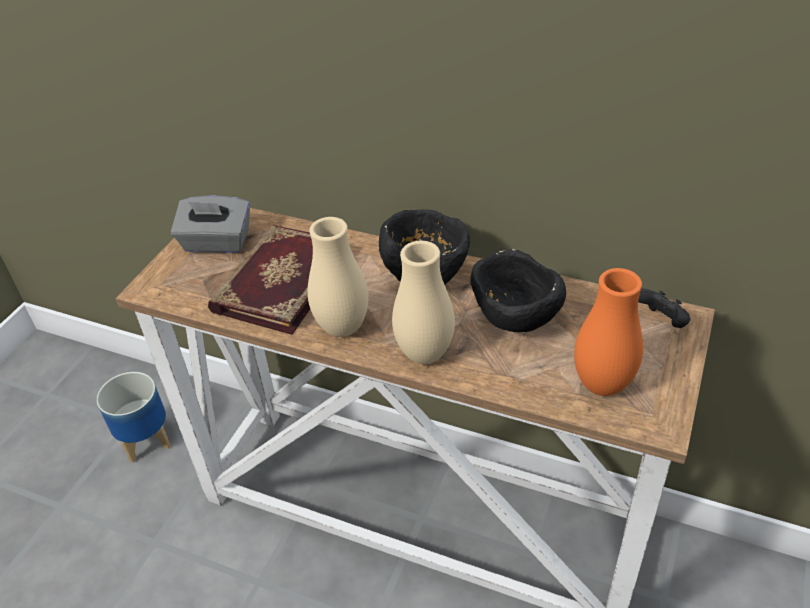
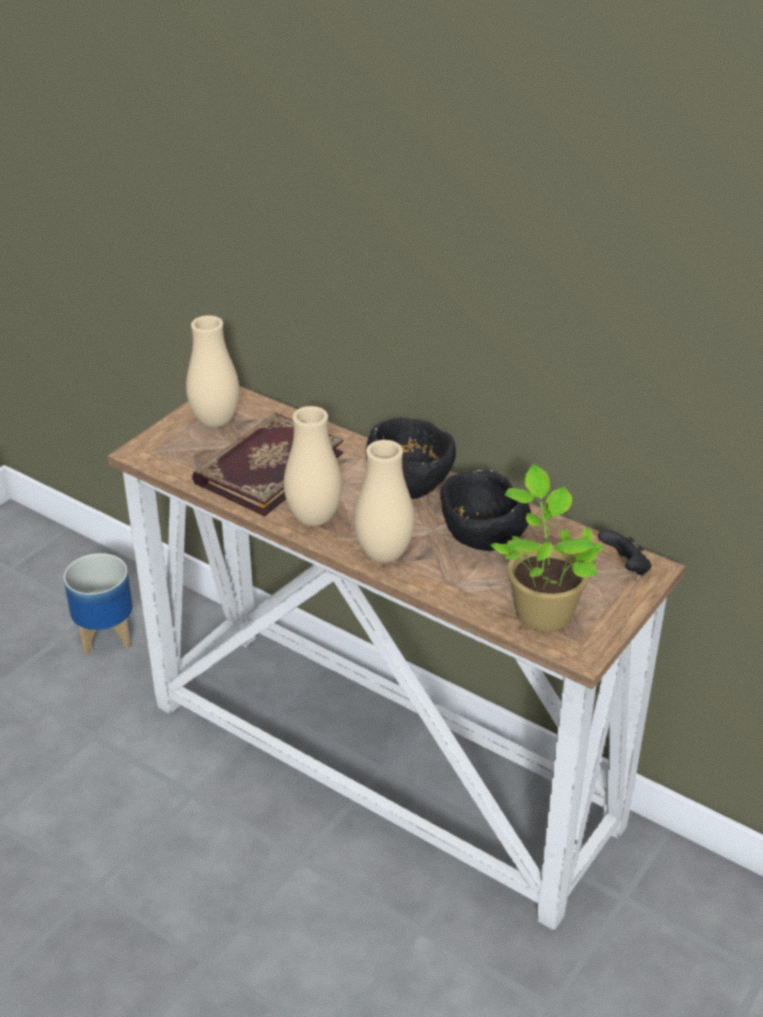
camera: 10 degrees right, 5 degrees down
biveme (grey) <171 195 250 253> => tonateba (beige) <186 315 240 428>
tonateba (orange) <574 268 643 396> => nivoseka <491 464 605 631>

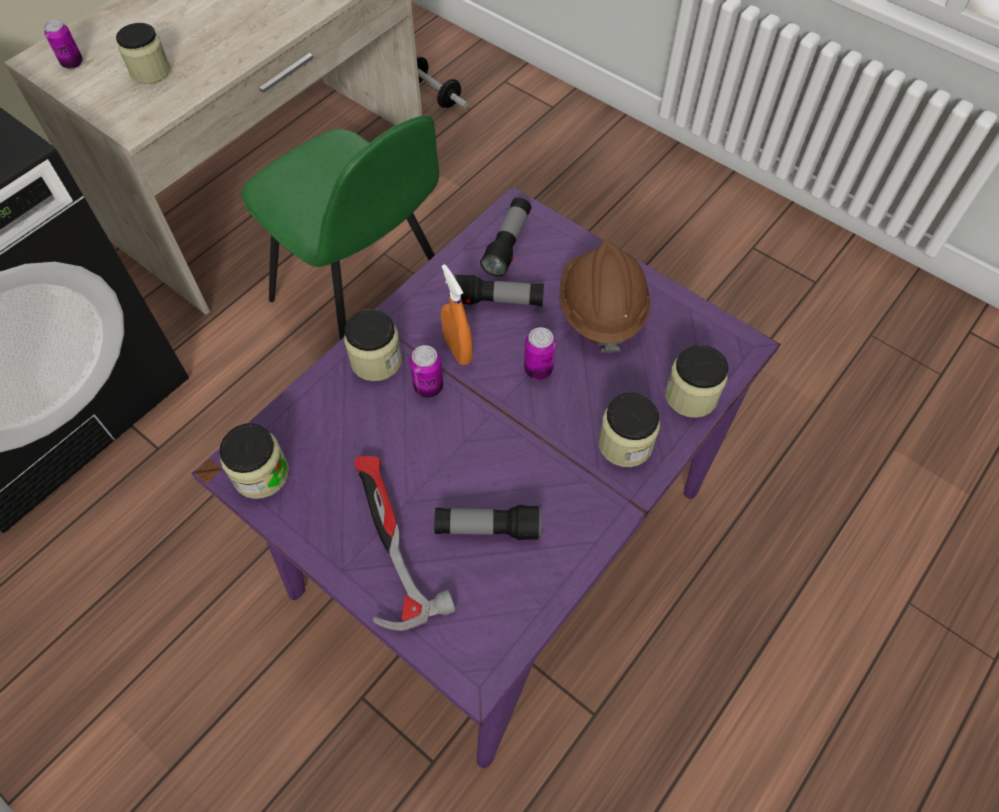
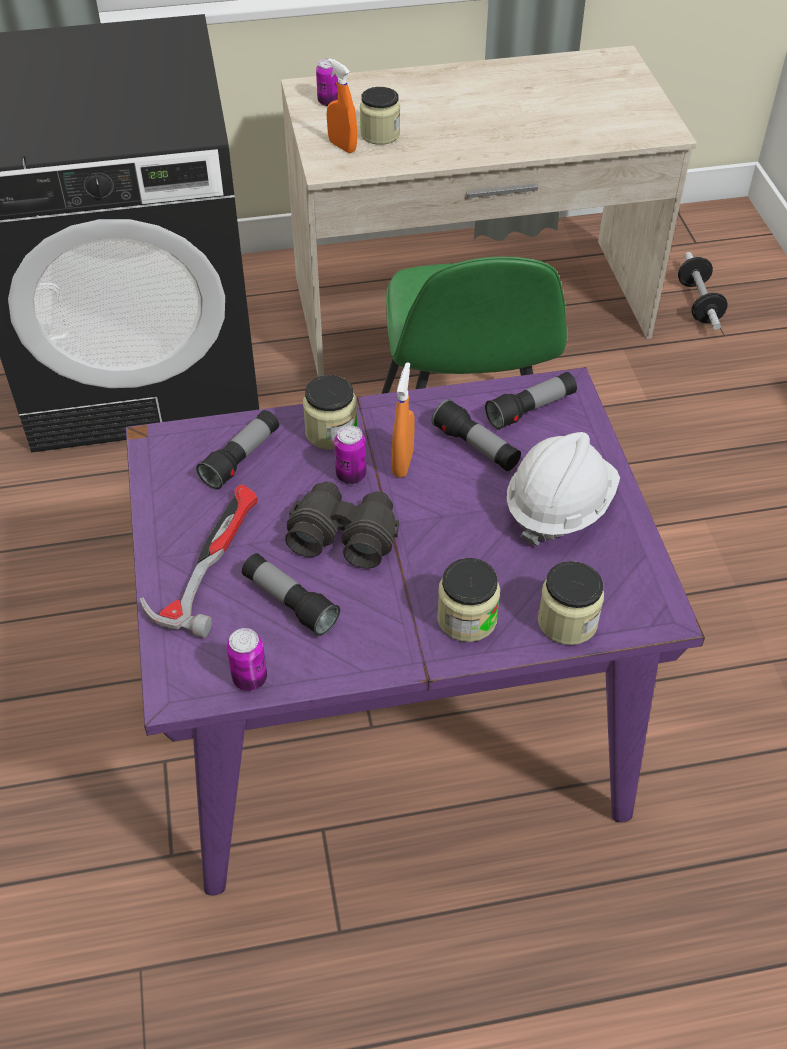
camera: 40 degrees right, 10 degrees down
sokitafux <220 423 289 499> => nothing
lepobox <524 327 556 380> => lepobox <227 628 267 691>, shifted
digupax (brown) <559 241 650 353> => digupax (white) <507 432 620 546>
nothing => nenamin <196 410 279 490>
nothing => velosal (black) <285 481 399 569>
nothing => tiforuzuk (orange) <327 58 357 153>

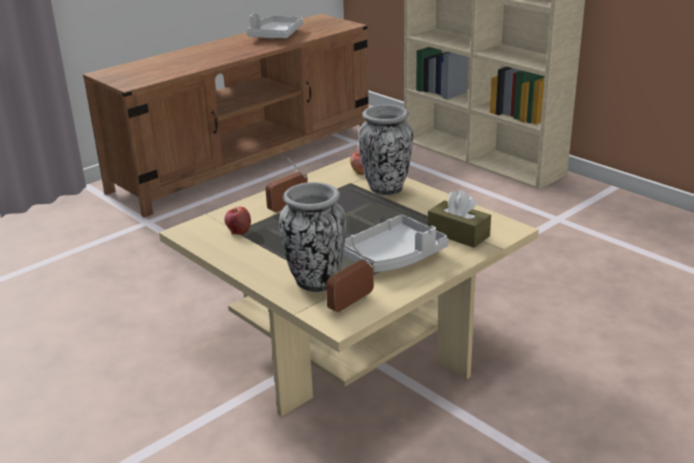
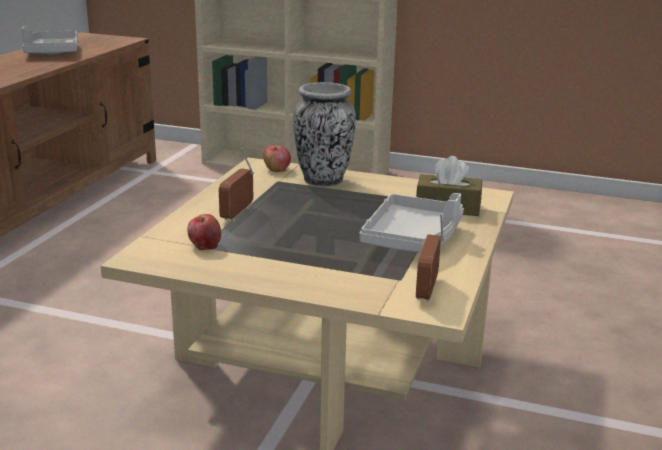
camera: 30 degrees left, 5 degrees down
tonateba <279 182 346 292> => nothing

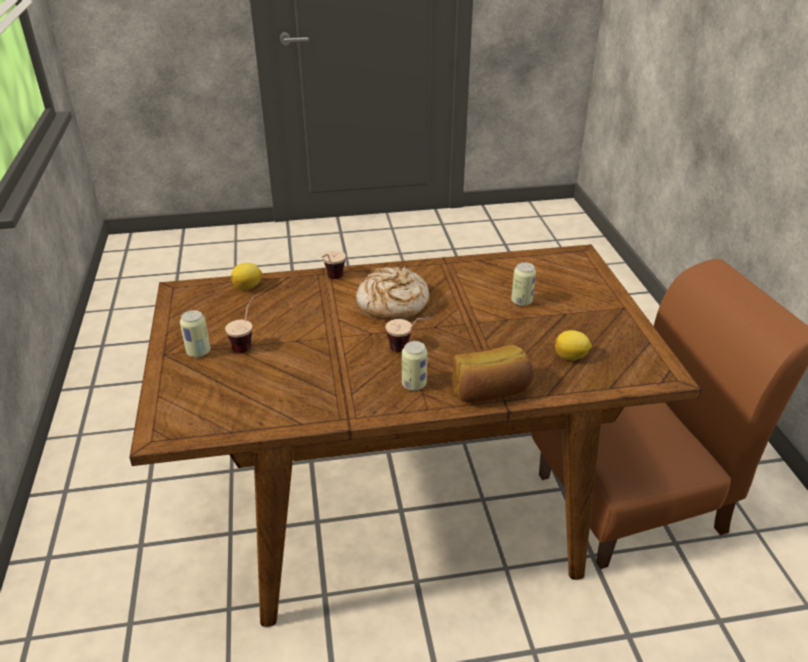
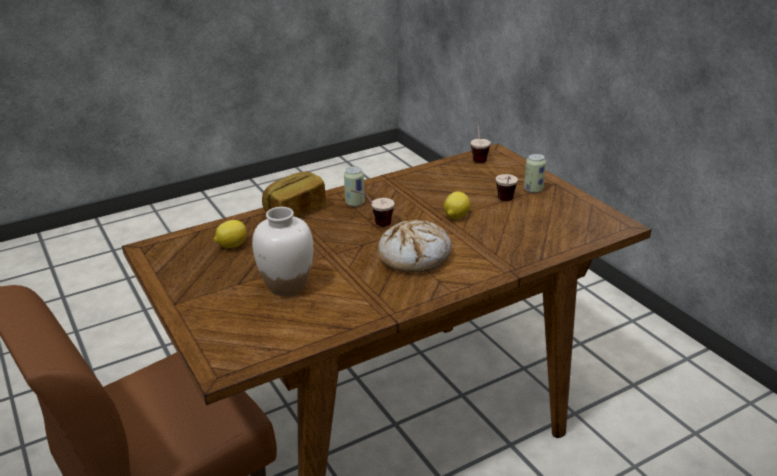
camera: 160 degrees right, 5 degrees down
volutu <231 263 262 290> => volutu <444 192 470 219>, shifted
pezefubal <321 250 346 279> => pezefubal <471 119 491 163>, shifted
lepobox <511 262 536 306> => tonateba (white) <252 207 313 296>

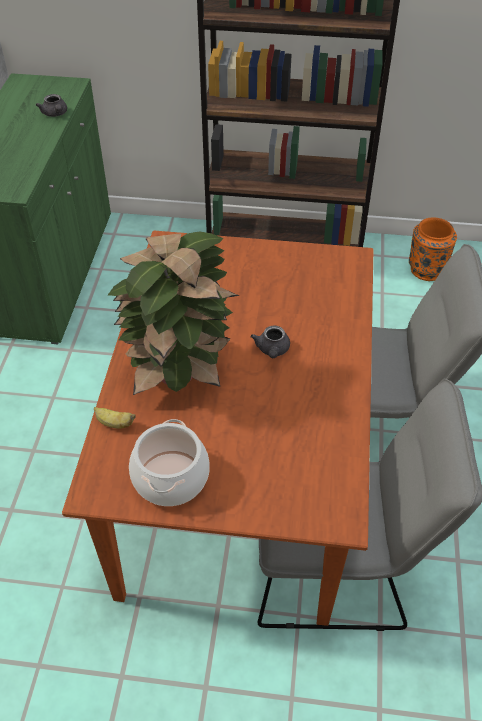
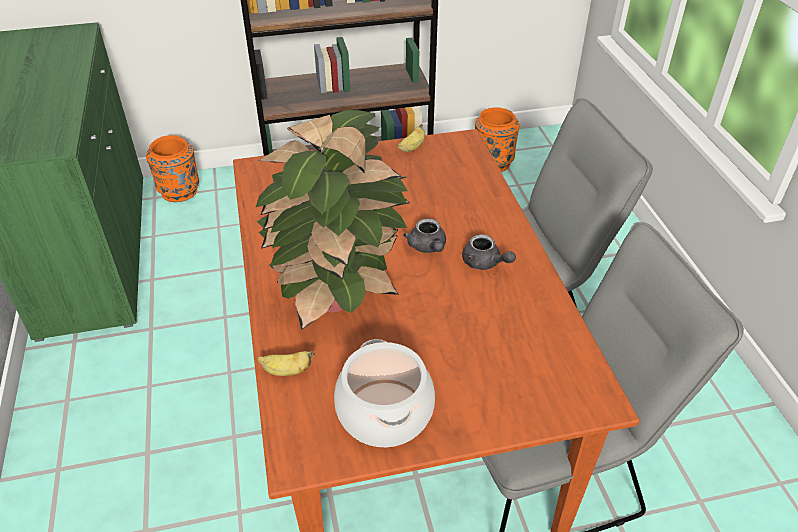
camera: 20 degrees left, 5 degrees down
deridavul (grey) <36 94 67 117> => deridavul (grey) <462 234 516 270>, shifted
nothing => tonateba (orange) <146 135 199 202>
nothing => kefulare <397 124 426 152>

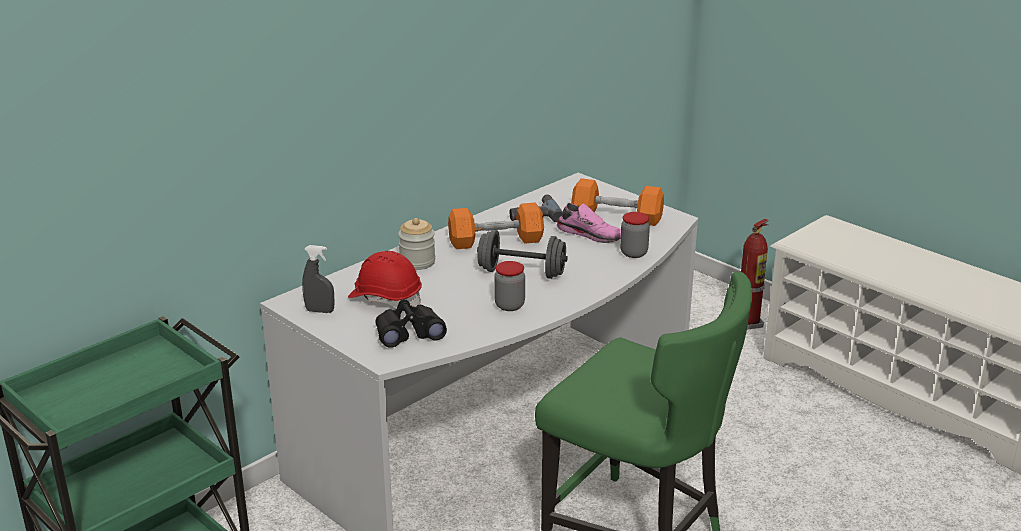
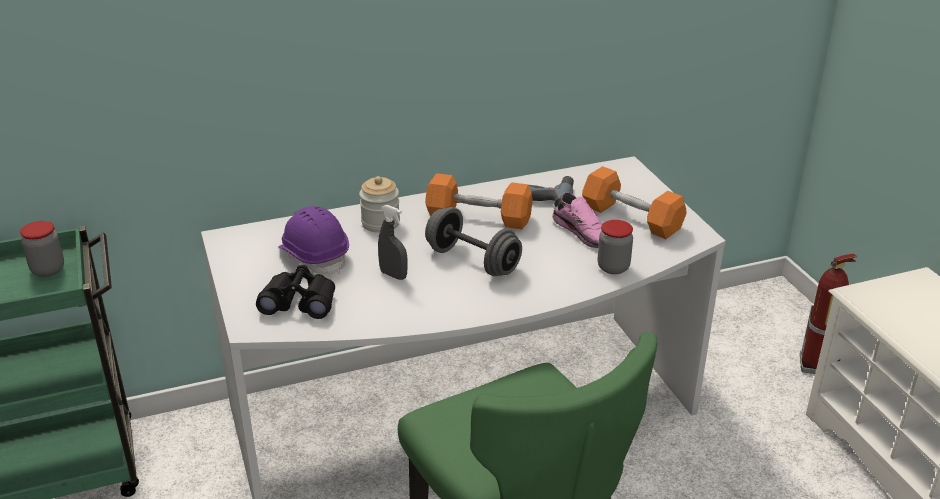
camera: 25 degrees right, 5 degrees up
tiforuzuk (grey) <302 245 334 313> => tiforuzuk (grey) <378 204 408 280>, shifted
digupax (red) <348 251 422 307> => digupax (purple) <278 206 349 275>
sokitafux <494 261 525 311> => sokitafux <20 221 64 277>, shifted

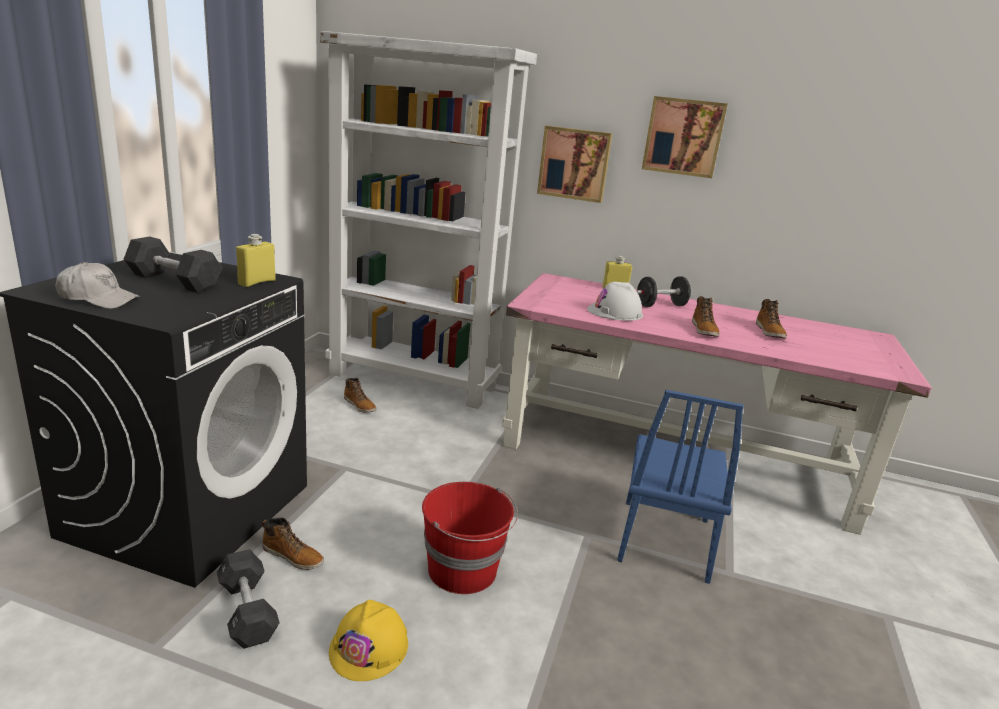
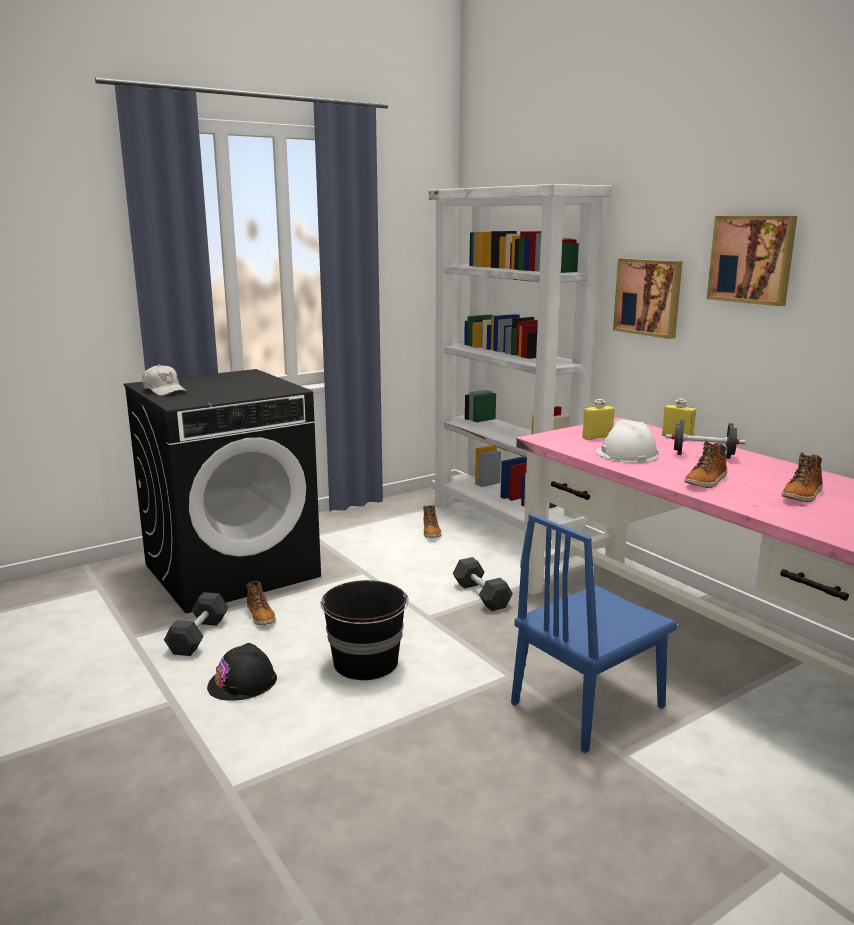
camera: 40 degrees right, 5 degrees down
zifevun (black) <124 236 222 293> => zifevun (black) <452 557 513 611>, shifted
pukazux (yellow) <236 234 276 287> => pukazux (yellow) <582 399 615 440>, shifted
digupax (yellow) <329 600 408 681> => digupax (black) <207 643 277 701>
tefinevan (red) <422 482 518 594> => tefinevan (black) <320 580 409 680>

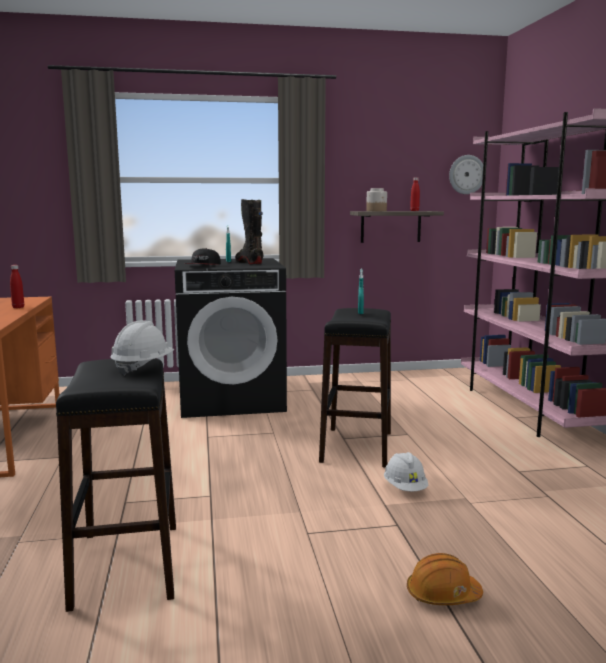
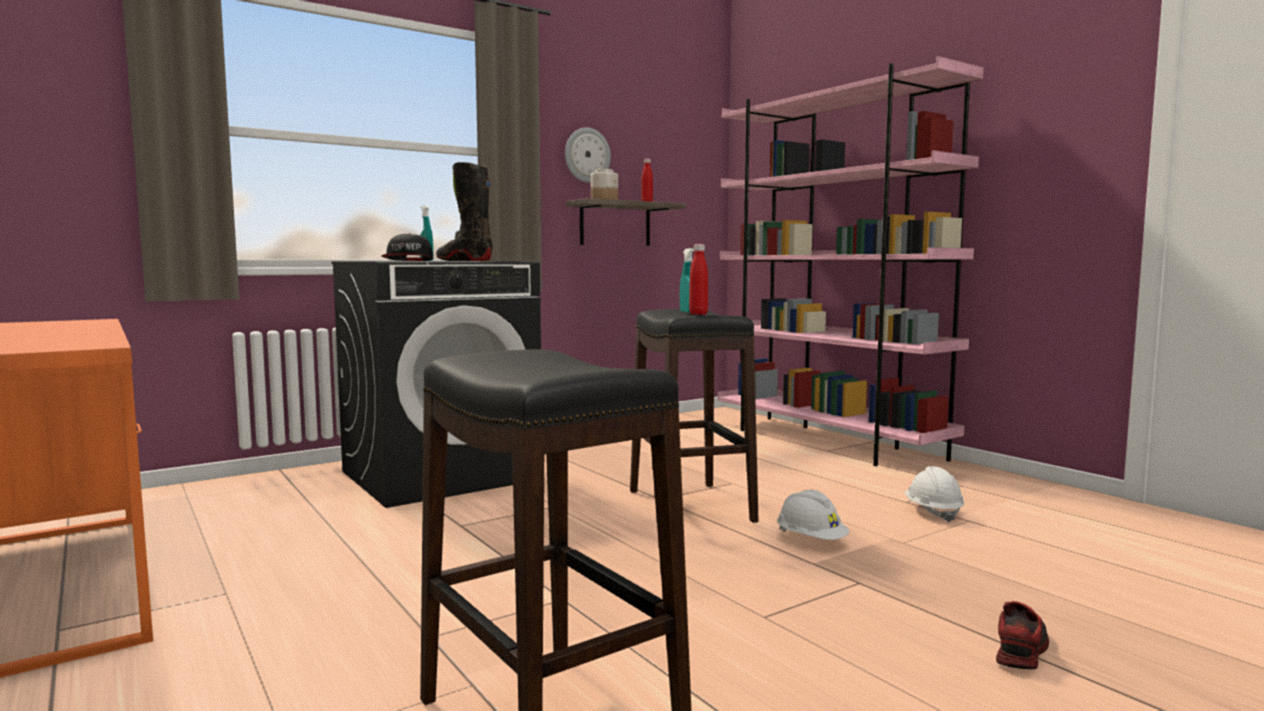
camera: 25 degrees left, 5 degrees down
pukazux (red) <10 265 24 308> => pukazux (red) <689 244 708 315>, shifted
digupax (white) <110 320 174 376> => digupax (white) <905 466 964 523>, shifted
digupax (orange) <407 553 483 605> => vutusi <996 601 1049 669>
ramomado <449 155 483 194> => ramomado <565 127 611 183>, shifted

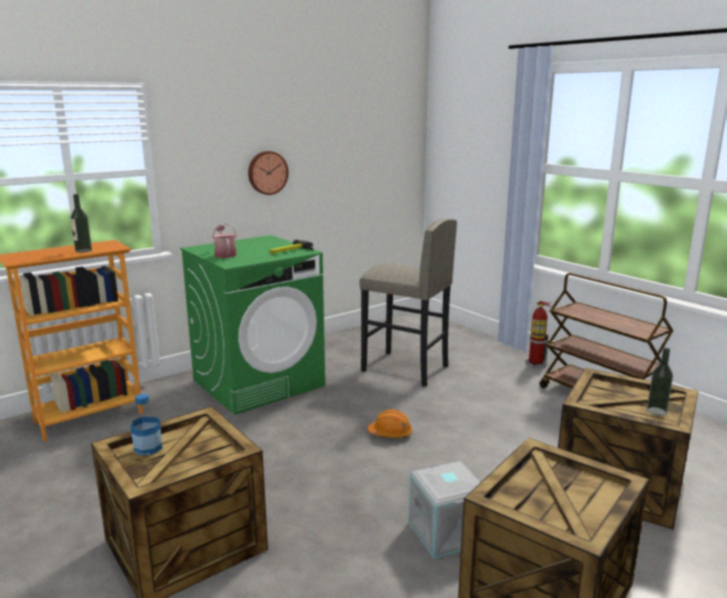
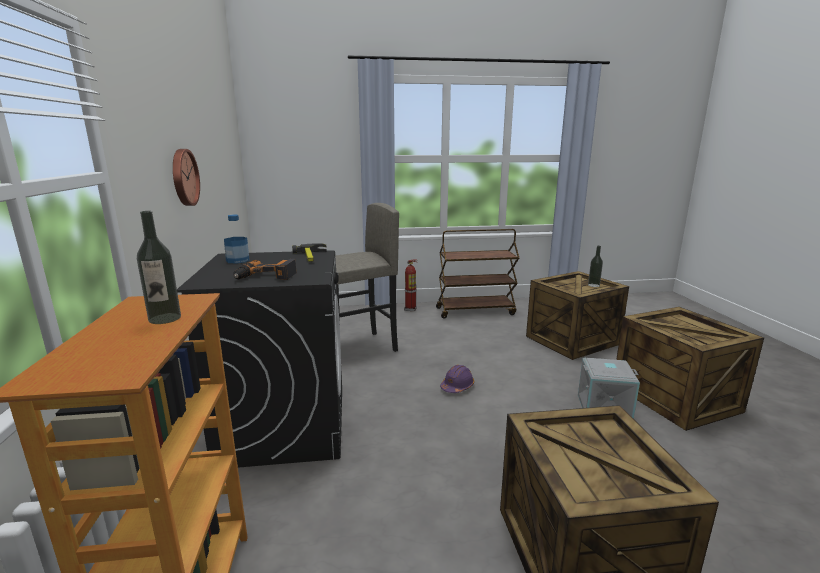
camera: 60 degrees left, 0 degrees up
pukazux <130 394 162 456> => pukazux <224 214 249 264>, shifted
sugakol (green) <180 235 325 415> => sugakol (black) <177 250 342 468>
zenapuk <212 224 237 258> => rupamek <233 259 297 280>
digupax (orange) <368 409 412 438> => digupax (purple) <440 365 474 393>

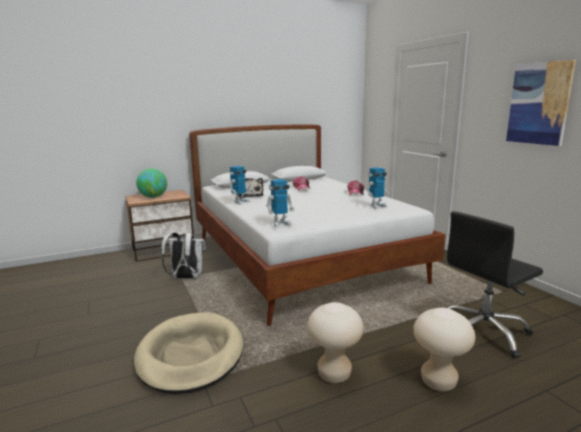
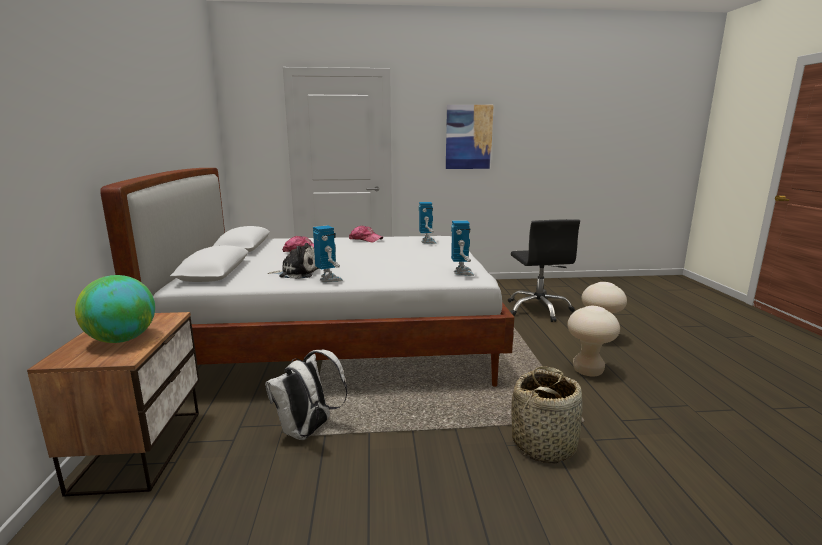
camera: 70 degrees left, 0 degrees up
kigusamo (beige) <134 312 243 394> => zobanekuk <511 366 583 464>

